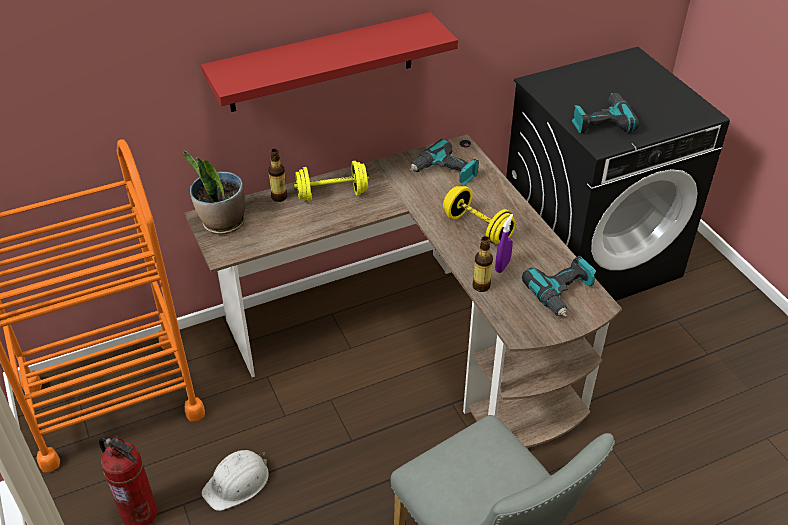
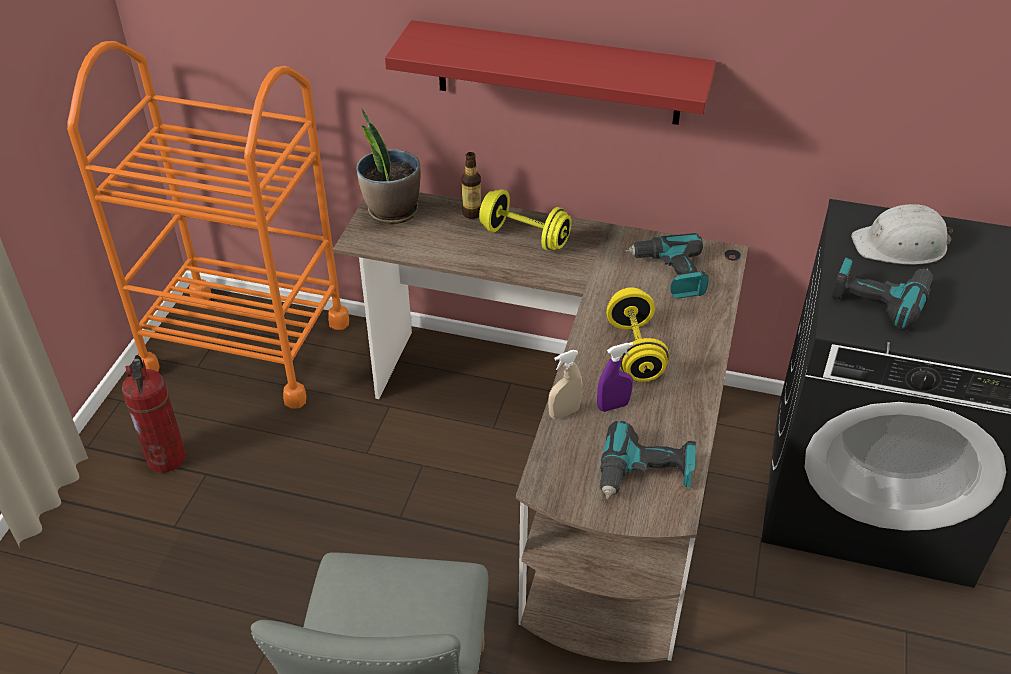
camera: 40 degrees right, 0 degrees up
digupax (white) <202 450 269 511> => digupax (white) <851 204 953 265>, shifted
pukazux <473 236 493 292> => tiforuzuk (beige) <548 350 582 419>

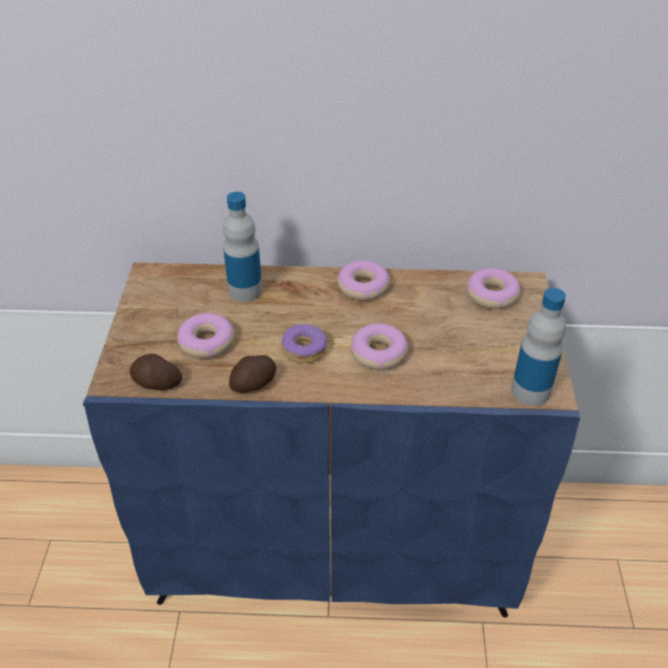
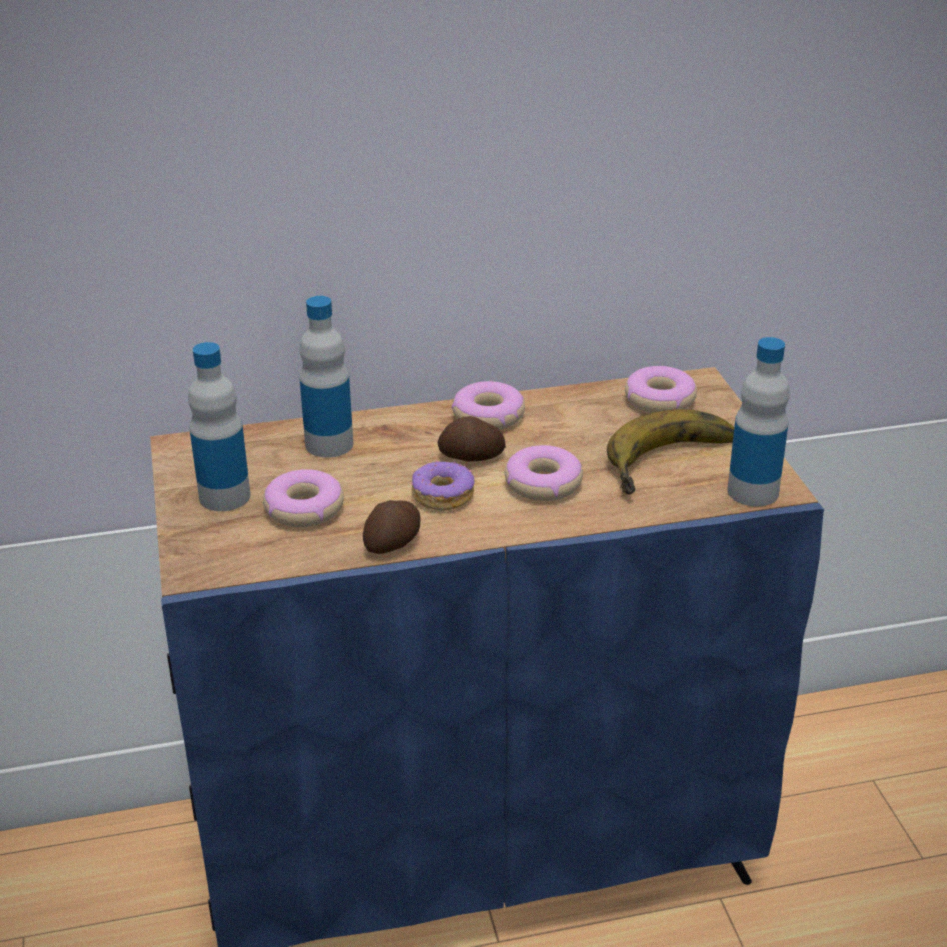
camera: 15 degrees left, 10 degrees down
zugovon <130 354 182 390> => zugovon <437 416 506 461>, shifted
nothing => pukazux <188 342 250 511>
nothing => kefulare <607 409 734 494>

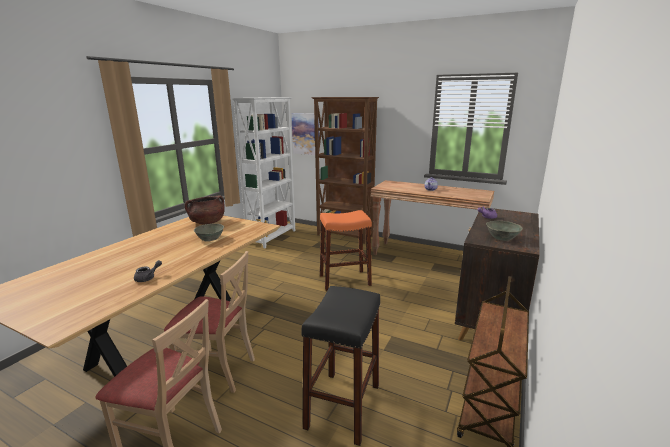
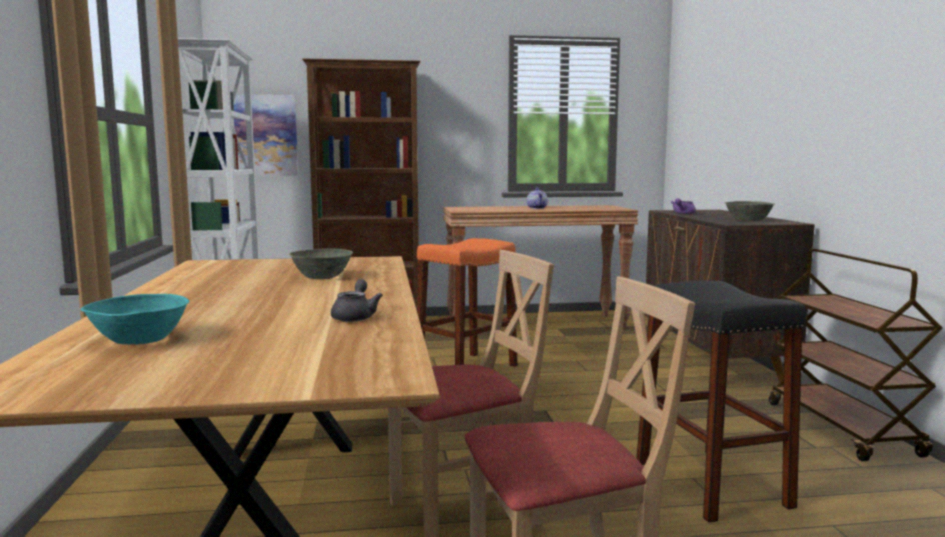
camera: 35 degrees left, 10 degrees down
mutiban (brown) <185 196 225 224> => nothing
nothing => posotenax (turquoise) <80 294 190 345>

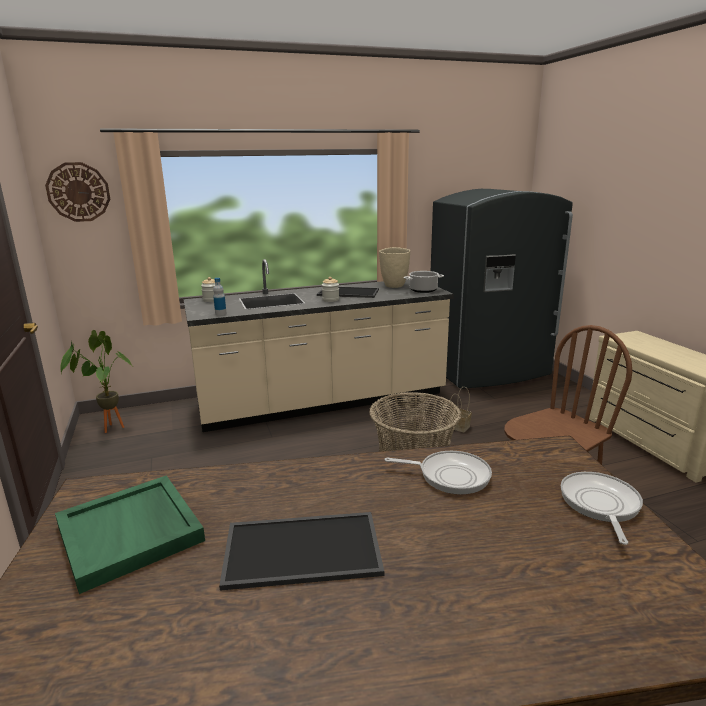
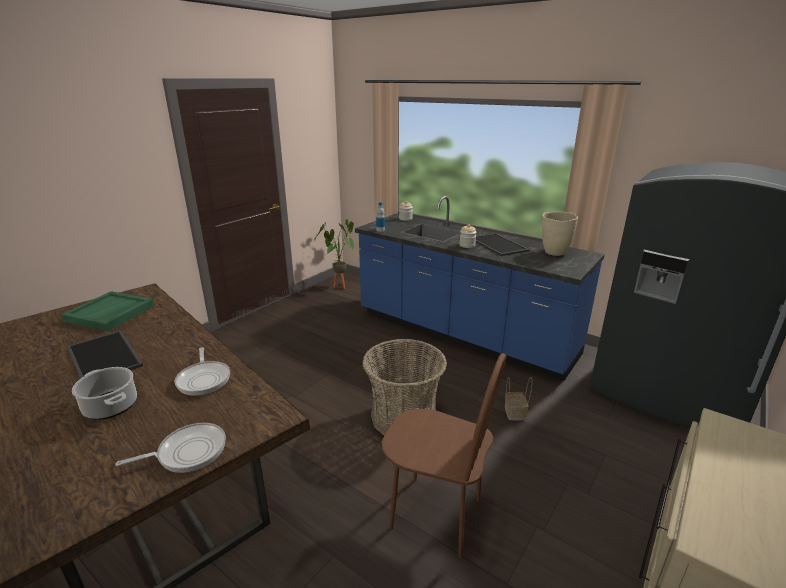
camera: 55 degrees right, 5 degrees up
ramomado <45 162 110 222> => nothing
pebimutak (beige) <184 259 454 432> => pebimutak (blue) <355 196 605 381>
mutiban <404 271 444 293> => mutiban <72 367 137 420>, shifted

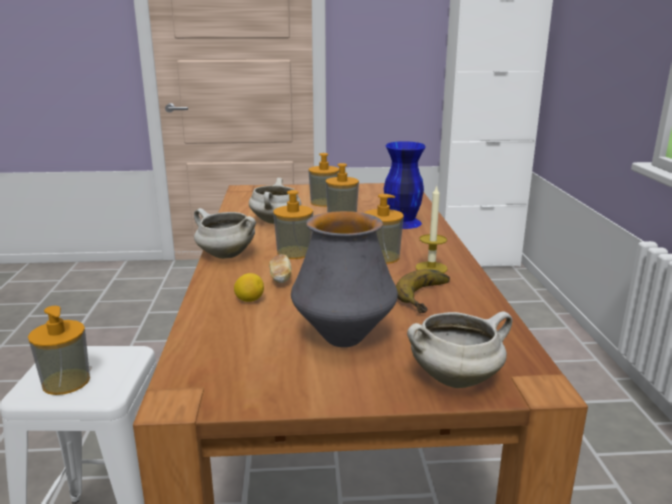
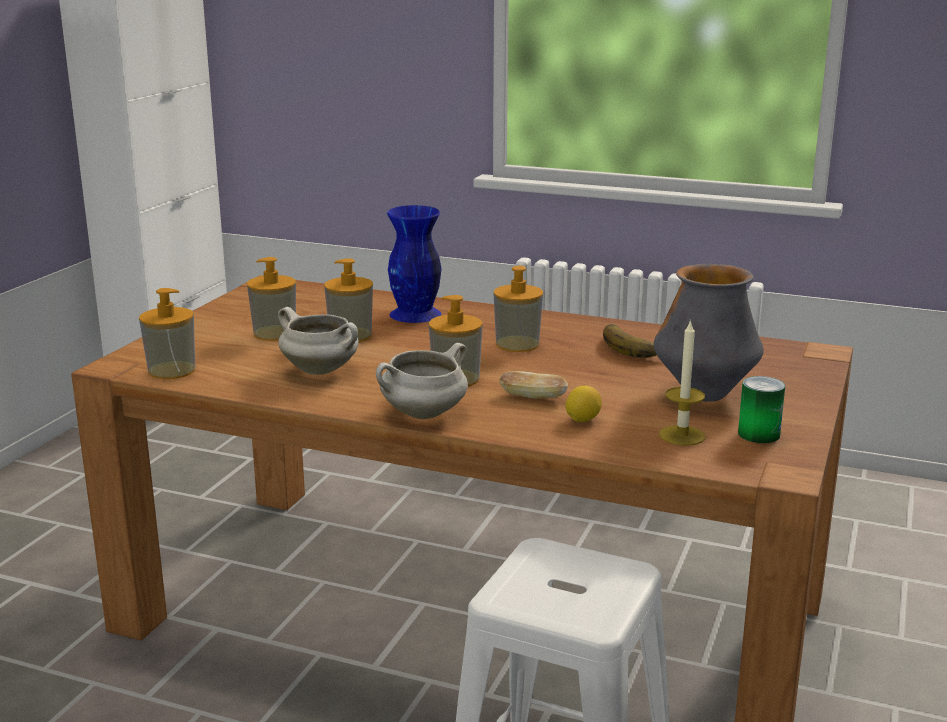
camera: 65 degrees left, 0 degrees up
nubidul <28 306 90 395> => nubidul <139 288 196 379>, shifted
mutiban (white) <407 311 512 388> => nothing
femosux <416 185 448 273> => femosux <659 319 705 446>, shifted
nothing => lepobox <738 376 785 443>

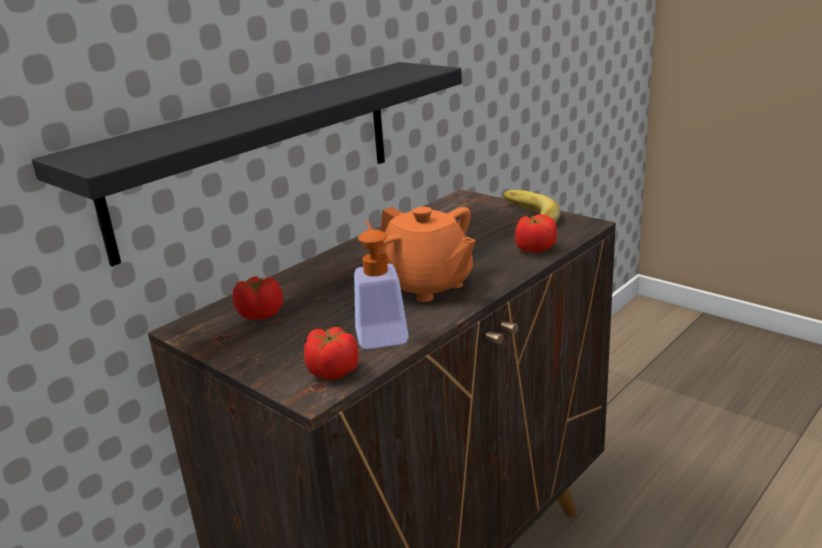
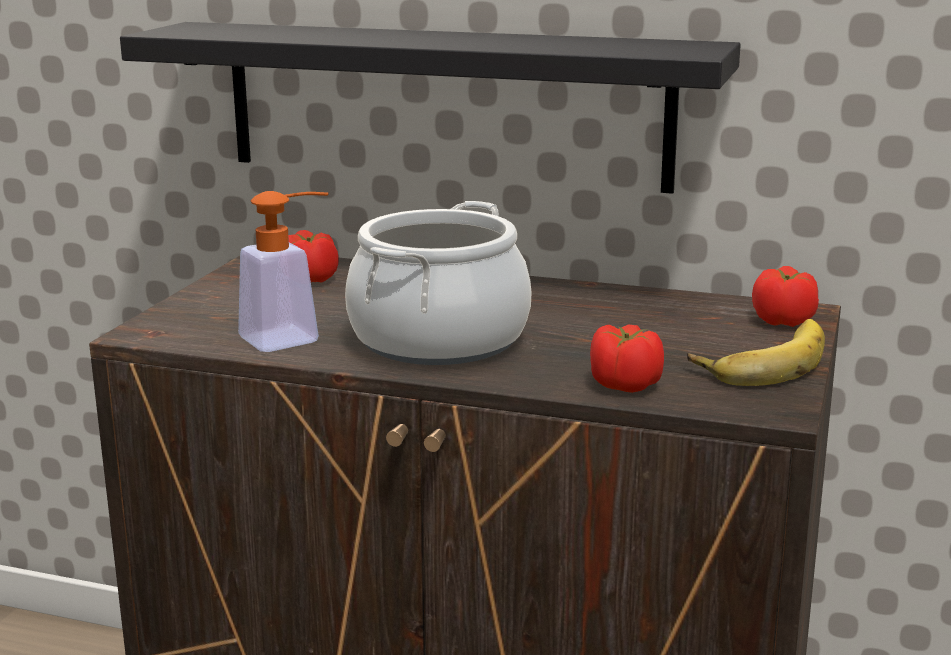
camera: 65 degrees right, 5 degrees down
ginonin <304 327 358 380> => ginonin <752 266 819 327>, shifted
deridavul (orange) <378 207 476 302> => mutiban <345 201 532 365>

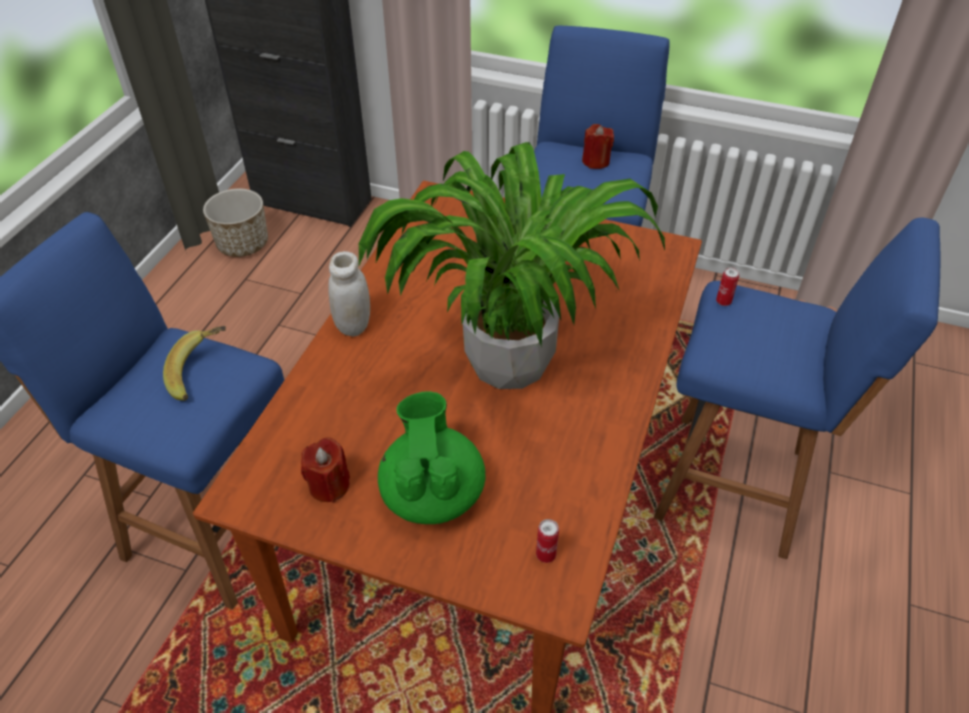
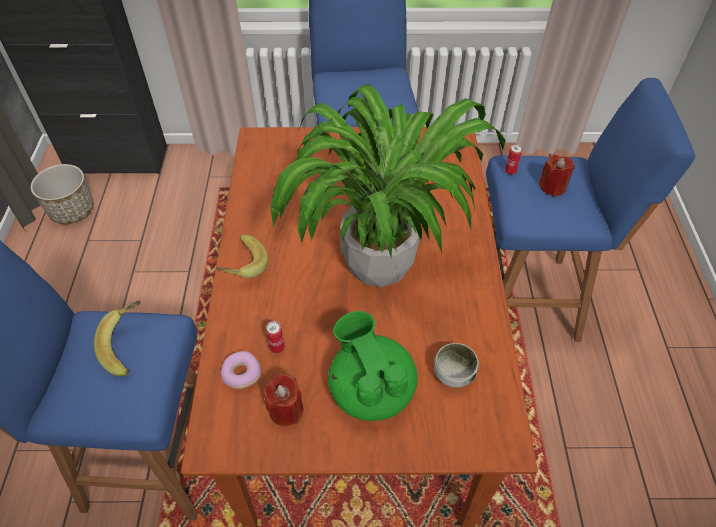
camera: 20 degrees left, 5 degrees up
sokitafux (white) <328 251 370 336> => kefulare <216 235 268 278>
lepobox <536 519 559 563> => lepobox <266 321 285 354>, shifted
femosux (red) <582 124 614 169> => femosux (red) <539 155 575 196>, shifted
nothing => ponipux <221 351 261 389>
nothing => posotenax <434 343 479 388>

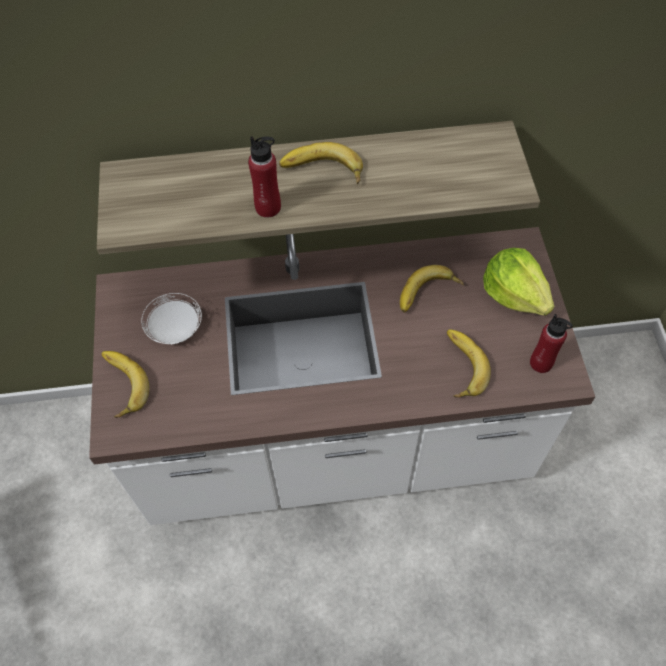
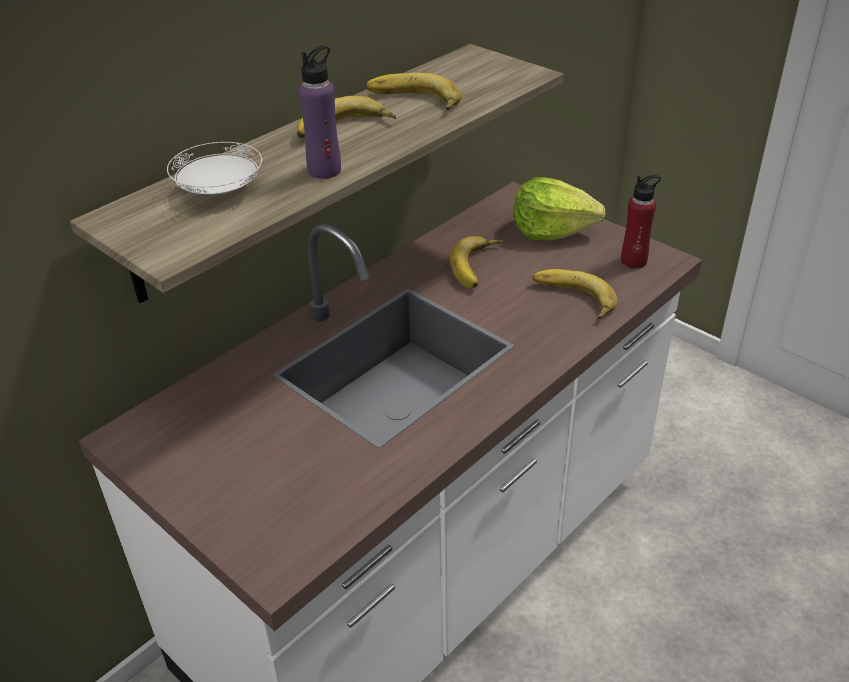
camera: 40 degrees left, 20 degrees down
kefulare <102 351 149 418> => kefulare <366 72 462 111>, shifted
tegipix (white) <141 293 202 345> => tegipix (white) <167 142 262 195>, shifted
pukazux (red) <248 137 281 218> => pukazux (purple) <299 45 341 179>

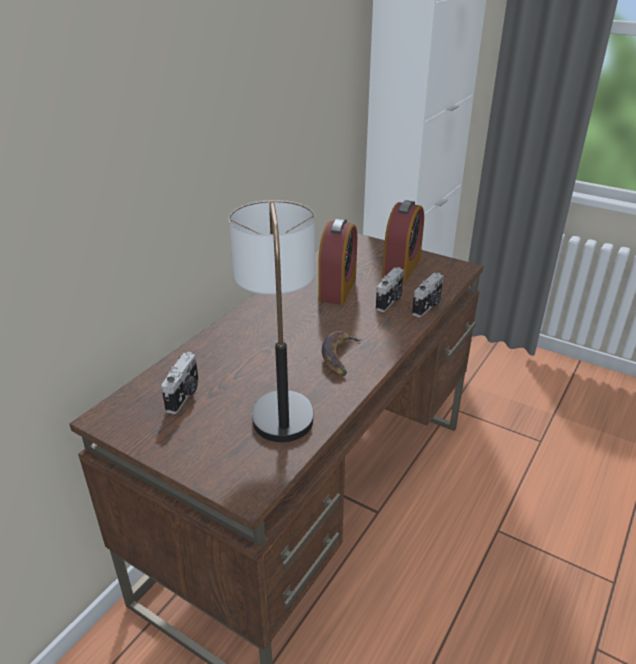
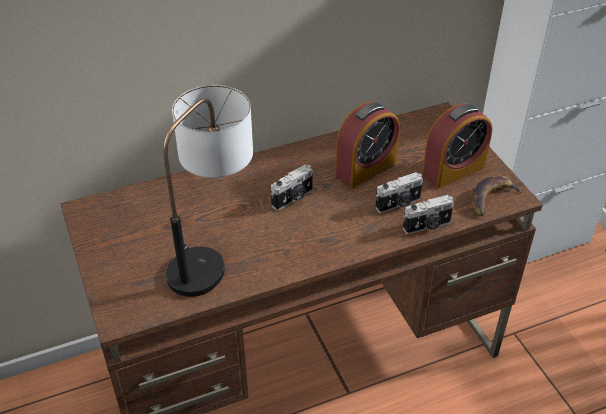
camera: 35 degrees right, 10 degrees up
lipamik <161 352 199 414> => lipamik <271 165 313 211>, shifted
kefulare <322 331 362 376> => kefulare <472 175 524 216>, shifted

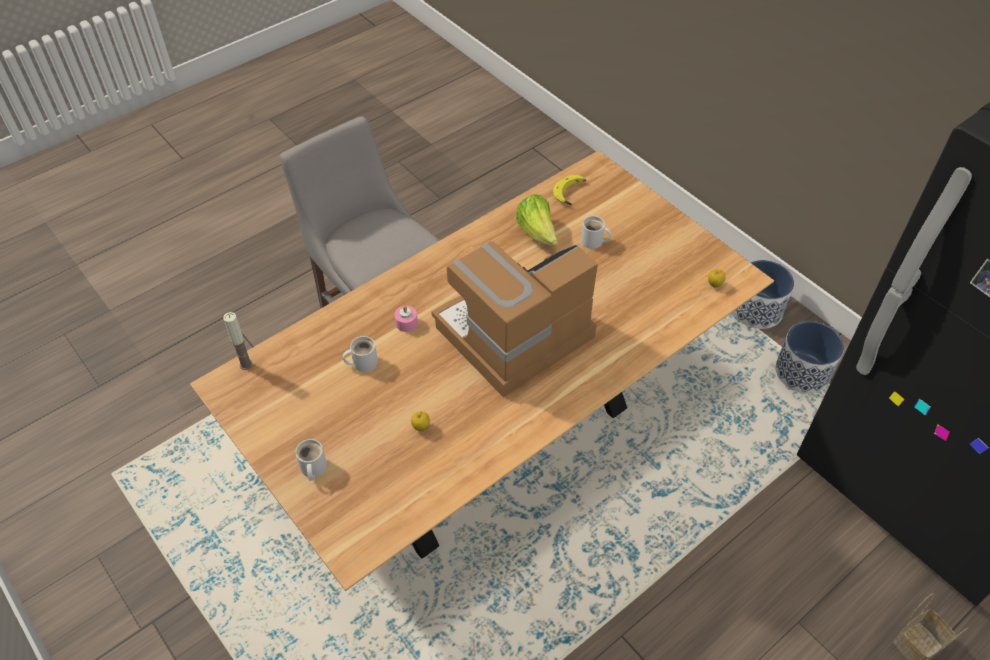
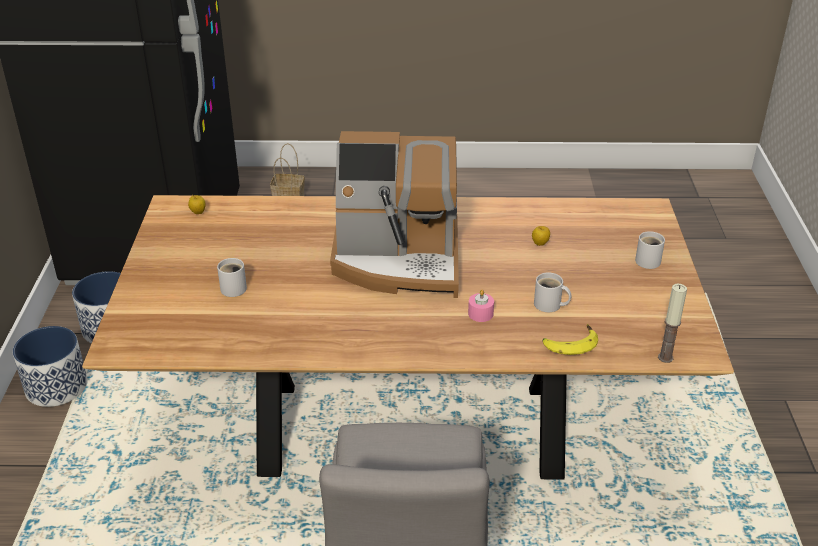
camera: 140 degrees left, 15 degrees down
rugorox <516 194 558 246> => nothing
kefulare <553 175 586 205> => kefulare <542 324 598 355>, shifted

